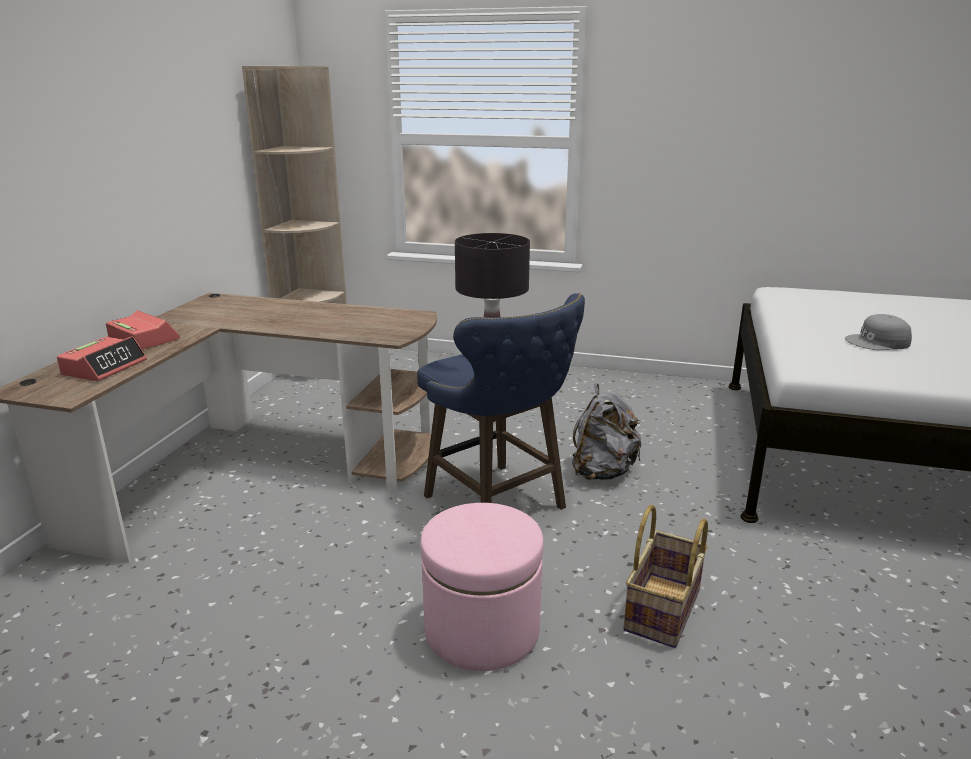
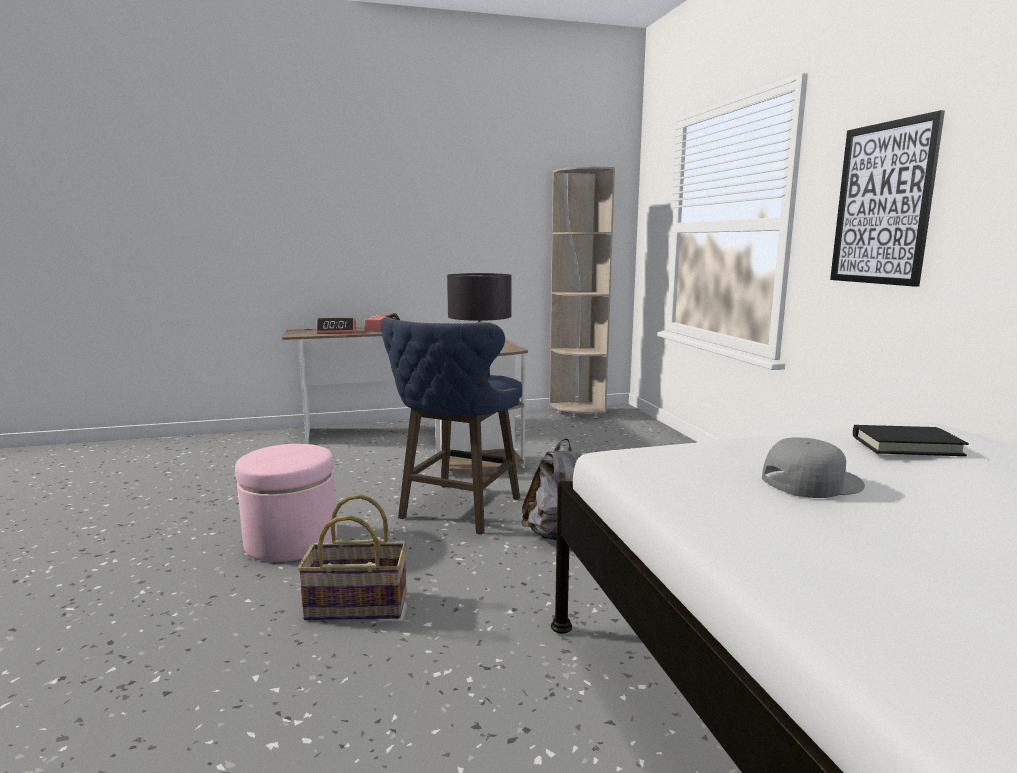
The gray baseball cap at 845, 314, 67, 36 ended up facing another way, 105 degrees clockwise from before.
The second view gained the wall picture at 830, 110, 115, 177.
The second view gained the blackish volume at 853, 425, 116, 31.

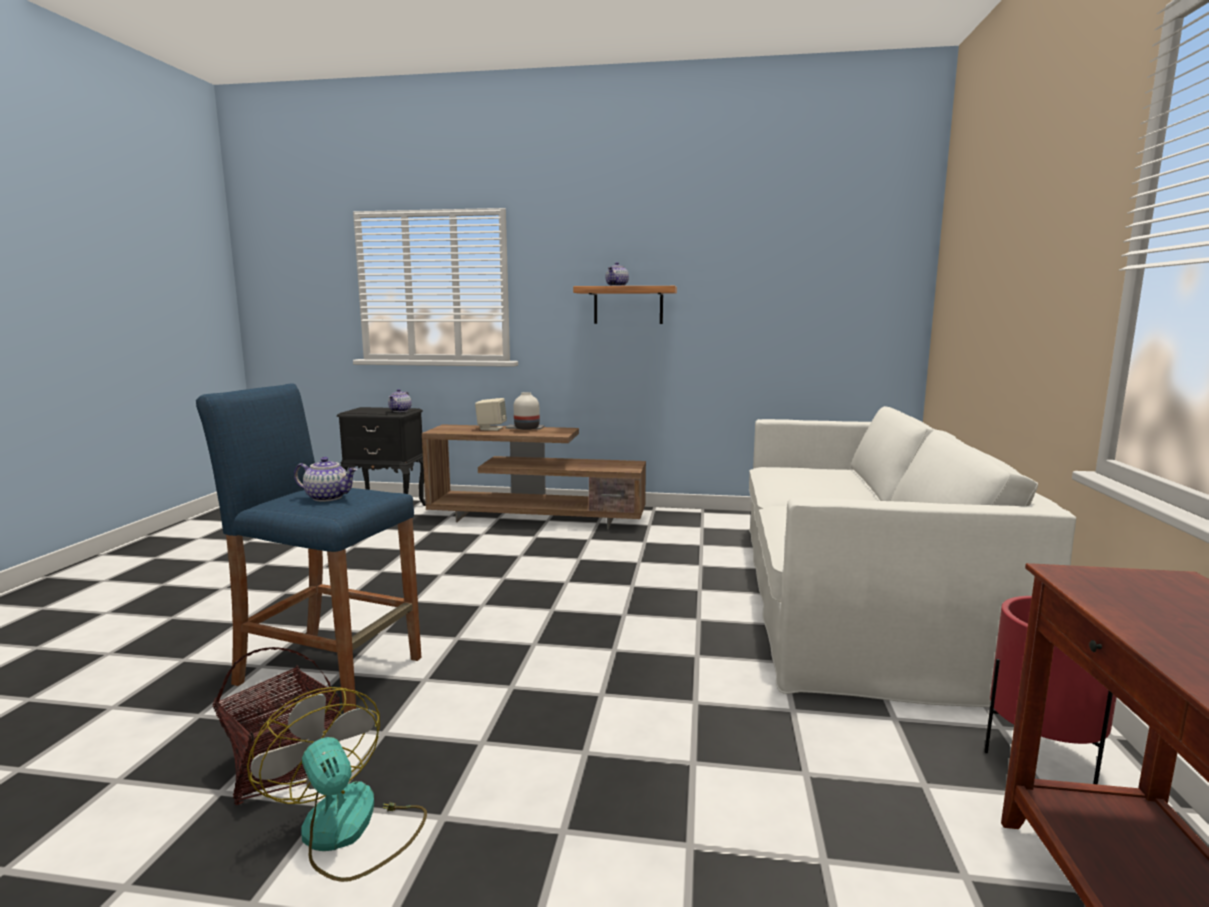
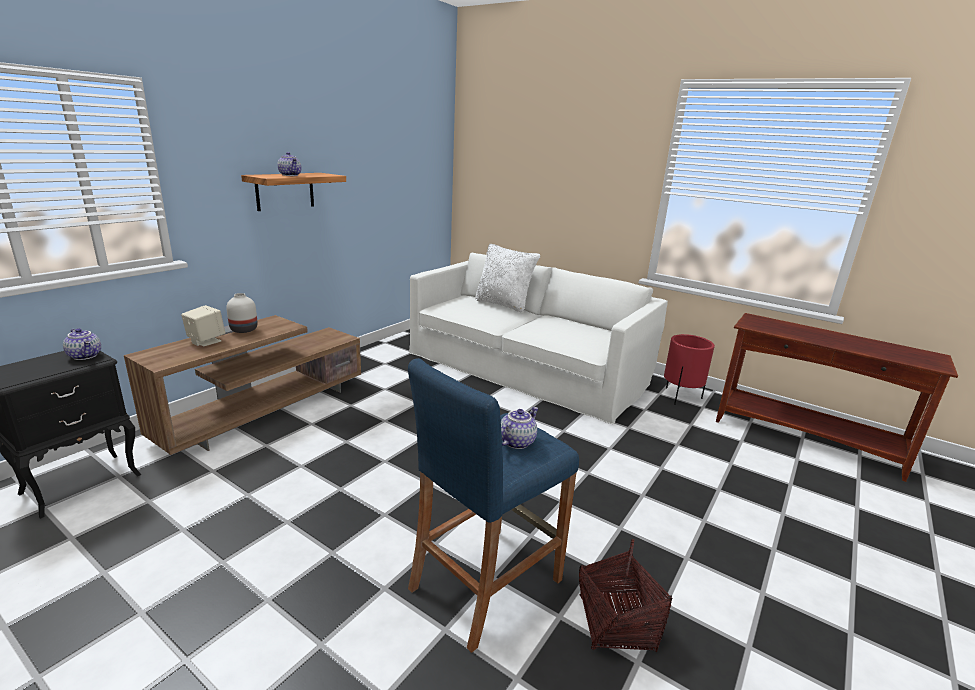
The second view gained the whitish throw pillow at 475, 244, 65, 68.
The second view lost the fan at 247, 687, 180, 195.

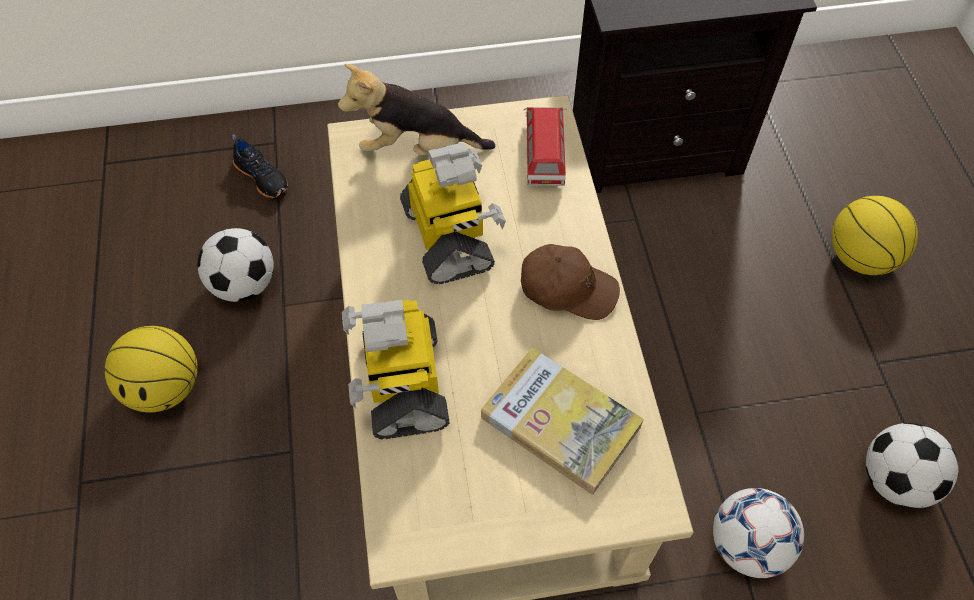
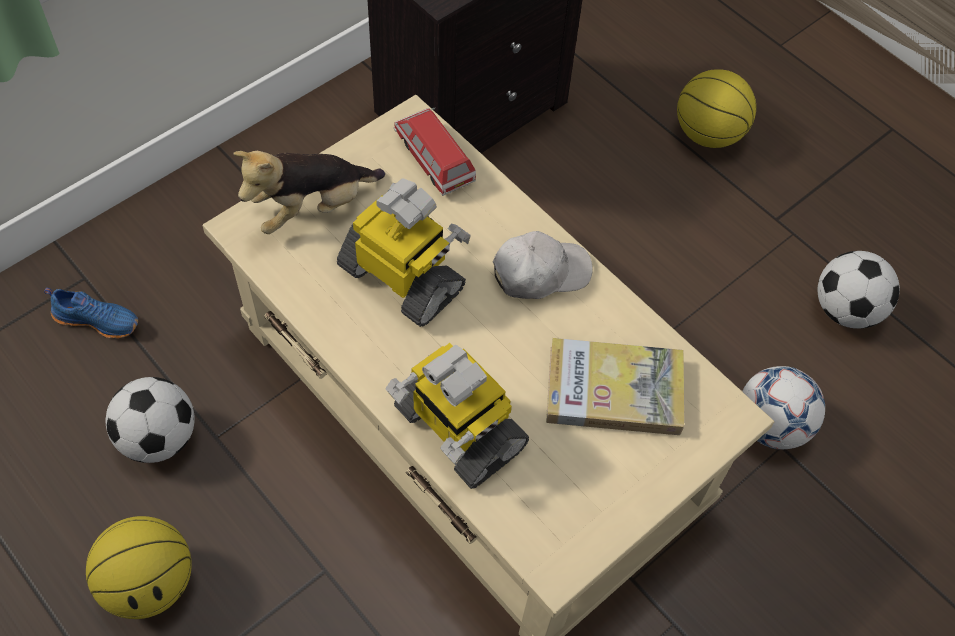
What was the blackish low shoe at 231, 134, 57, 64 turned into the bluish low shoe at 44, 288, 94, 50.
What was the brown-coloured baseball cap at 521, 244, 99, 76 turned into the whitish baseball cap at 493, 231, 100, 68.

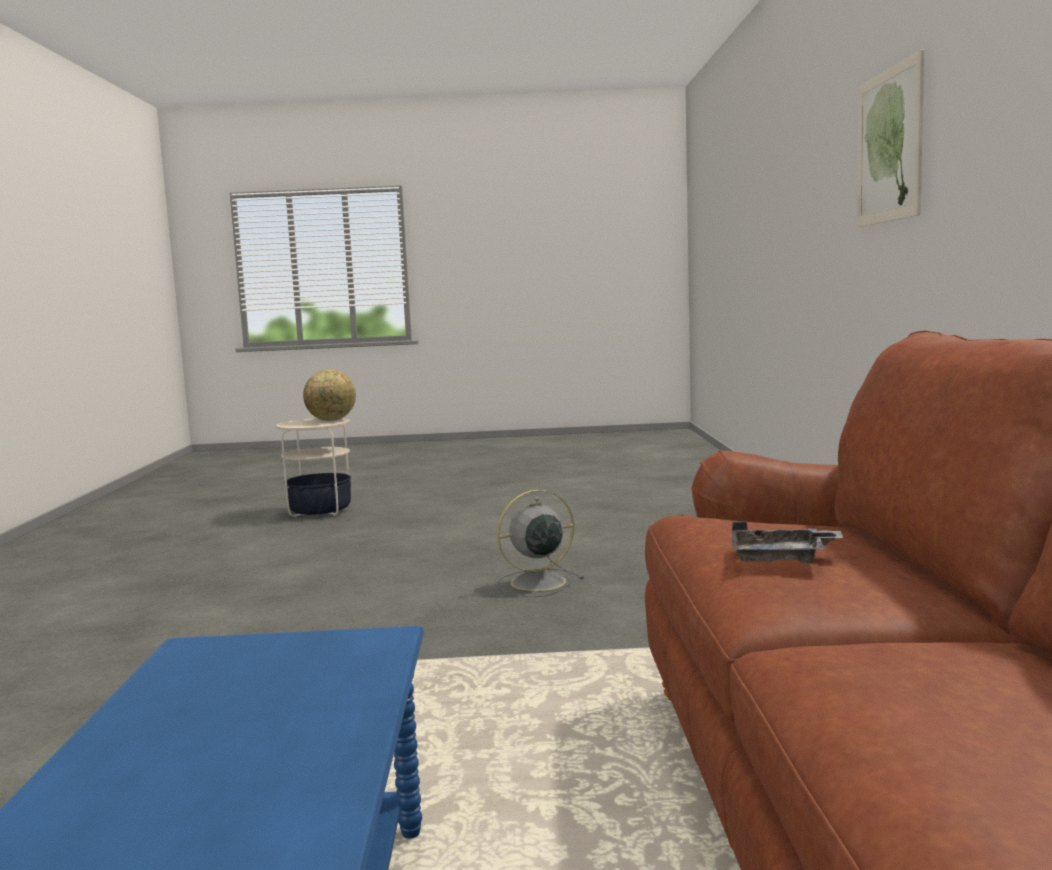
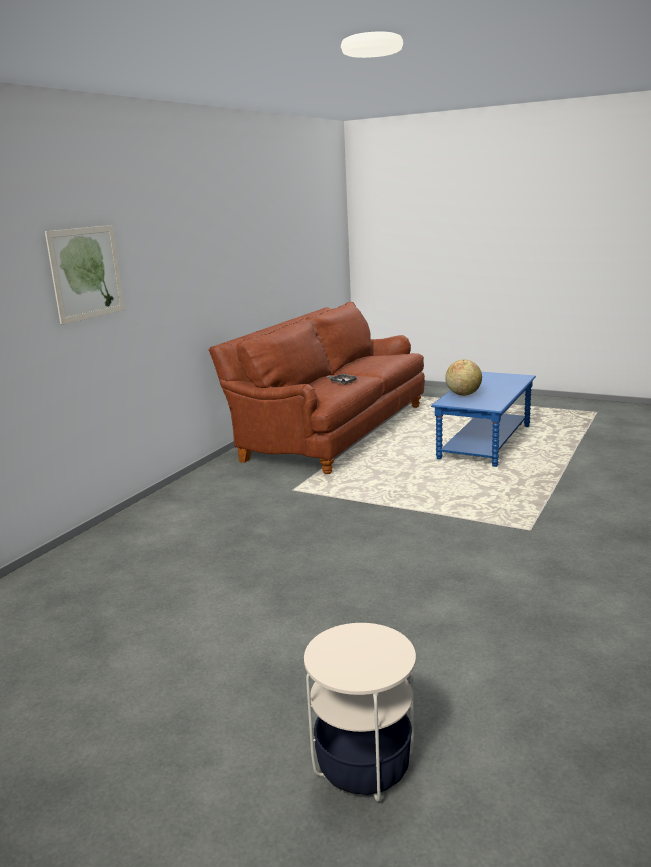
The world globe ended up elsewhere, having gone from 303, 369, 53, 52 to 445, 359, 37, 37.
The second view lost the gray fan at 496, 490, 88, 107.

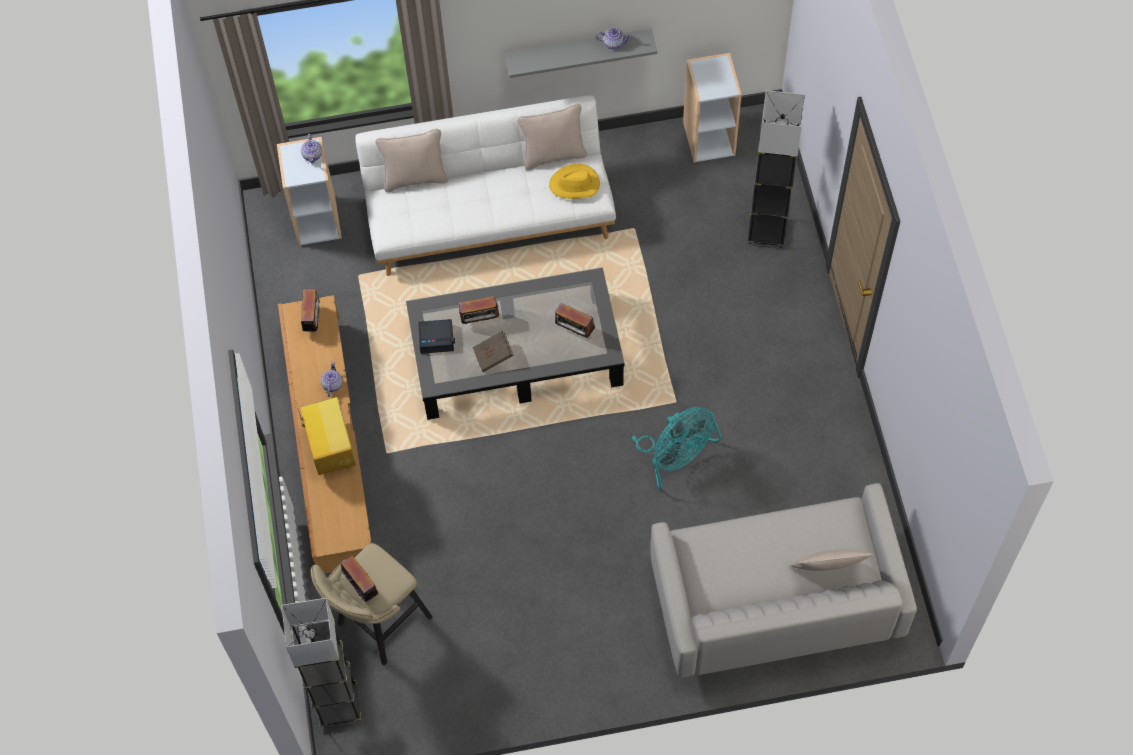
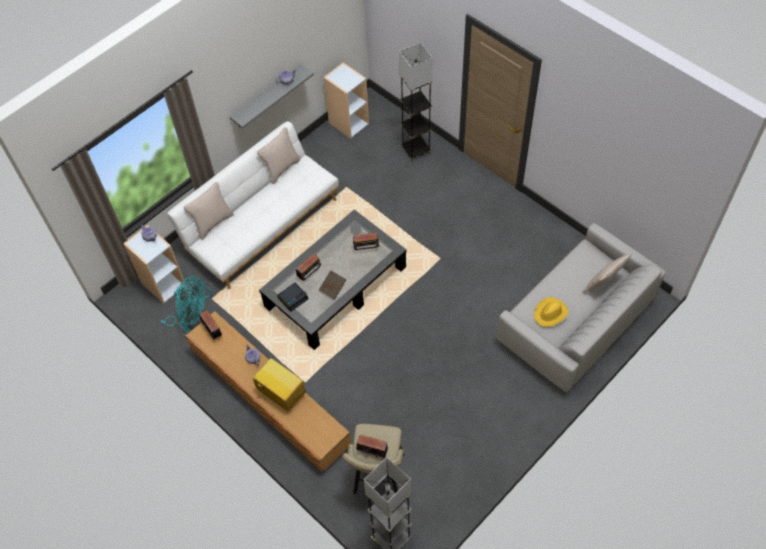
The turquoise-coloured fan ended up elsewhere, having gone from 631, 407, 91, 82 to 160, 276, 52, 58.
The yellow-coloured wearable hat ended up elsewhere, having gone from 549, 164, 51, 35 to 534, 297, 34, 30.

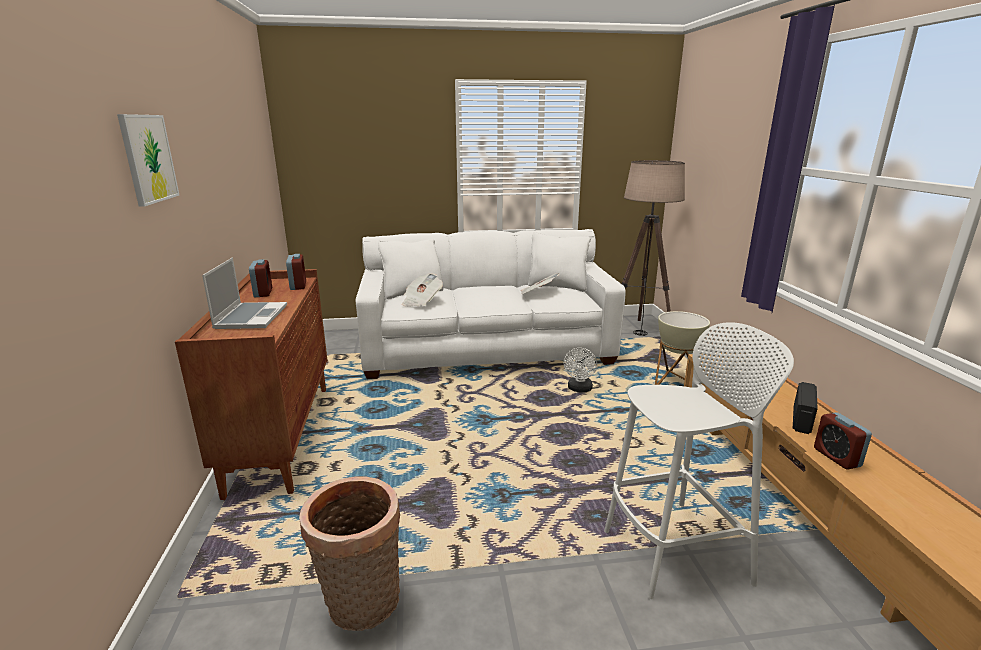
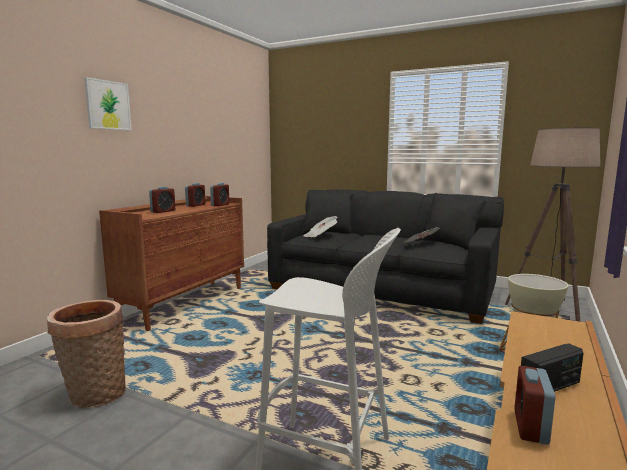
Where the notebook computer stood at 202, 258, 85, 71, the alarm clock came to stand at 149, 186, 26, 27.
What was the whitish settee at 356, 229, 270, 150 turned into the blackish settee at 267, 189, 237, 135.
The second view lost the whitish fan at 564, 348, 33, 44.

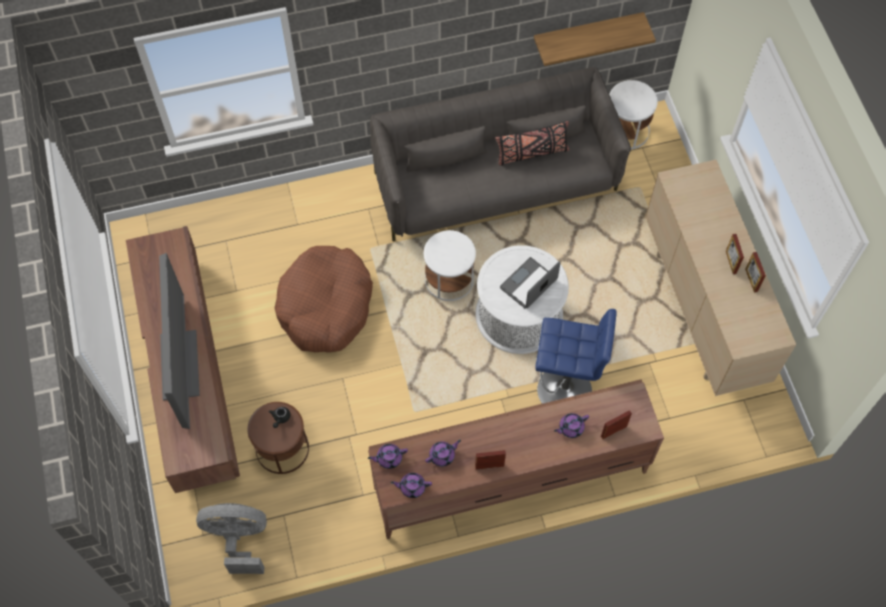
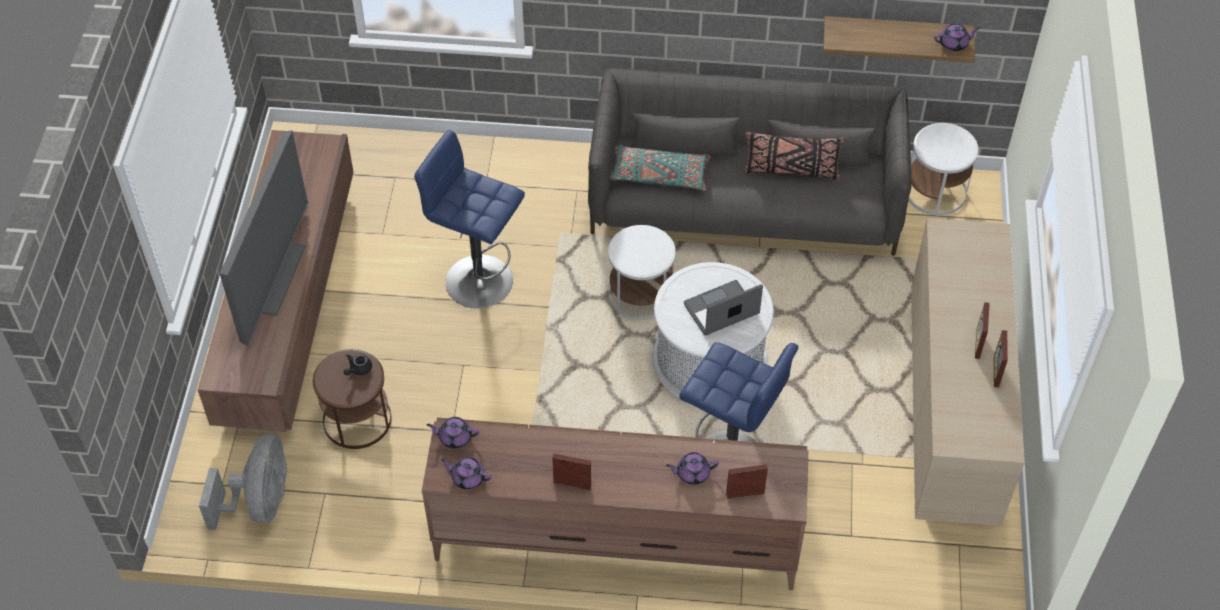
The gray fan at 196, 503, 71, 71 ended up facing another way, 75 degrees clockwise from before.
Where the brown-coloured pet bed stood at 275, 246, 98, 106, the bluish stool came to stand at 414, 130, 111, 178.
The second view gained the turquoise-coloured throw pillow at 610, 145, 101, 46.
The purplish teapot ended up elsewhere, having gone from 425, 440, 36, 26 to 934, 24, 46, 27.

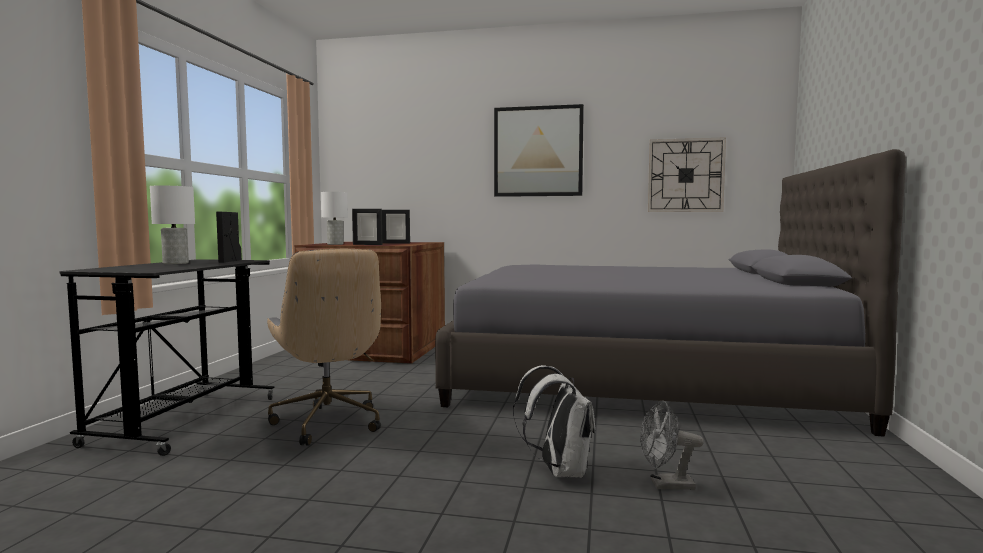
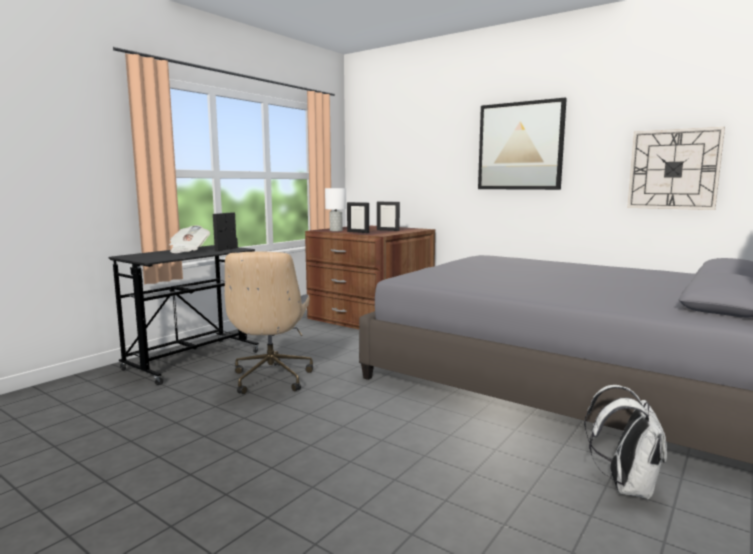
Where the whitish tabletop lamp stood at 150, 186, 45, 78, the printed paper came to stand at 169, 225, 41, 28.
The whitish rucksack ended up elsewhere, having gone from 513, 365, 83, 113 to 584, 385, 83, 115.
The second view lost the gray fan at 640, 401, 64, 89.

